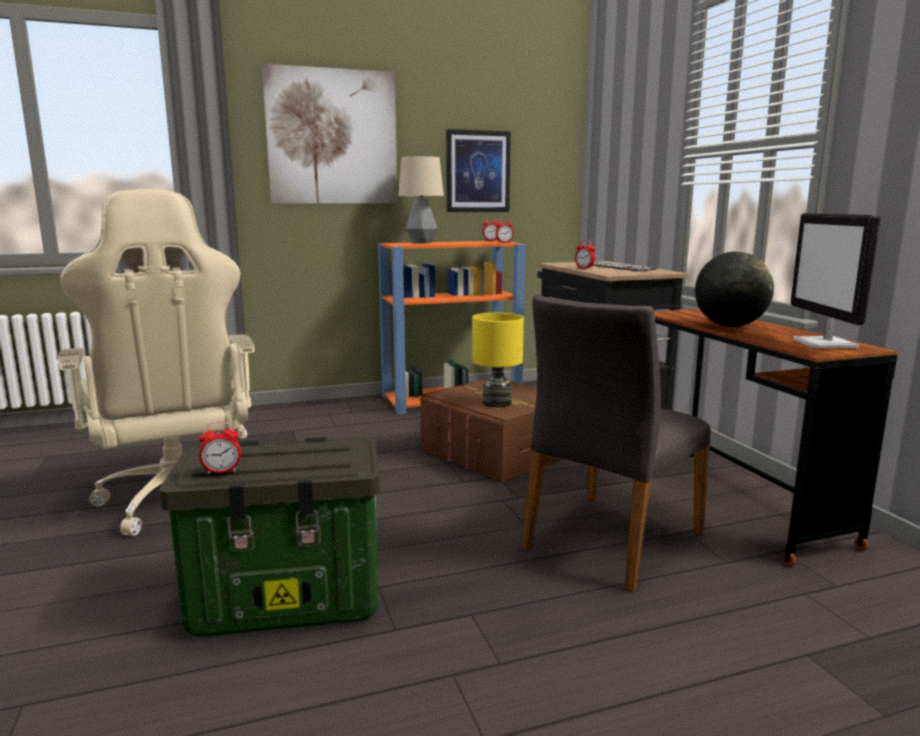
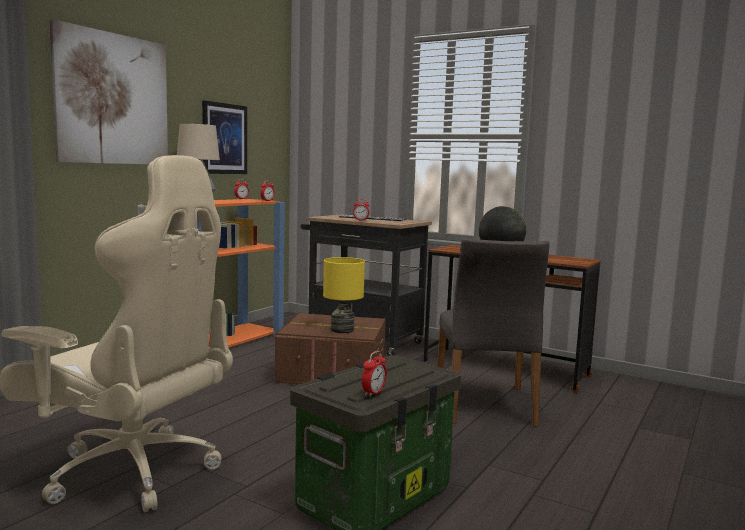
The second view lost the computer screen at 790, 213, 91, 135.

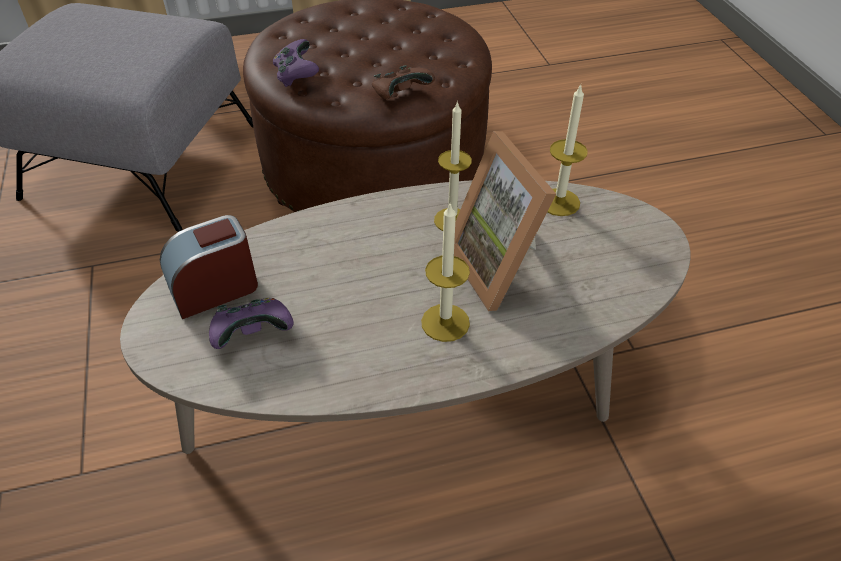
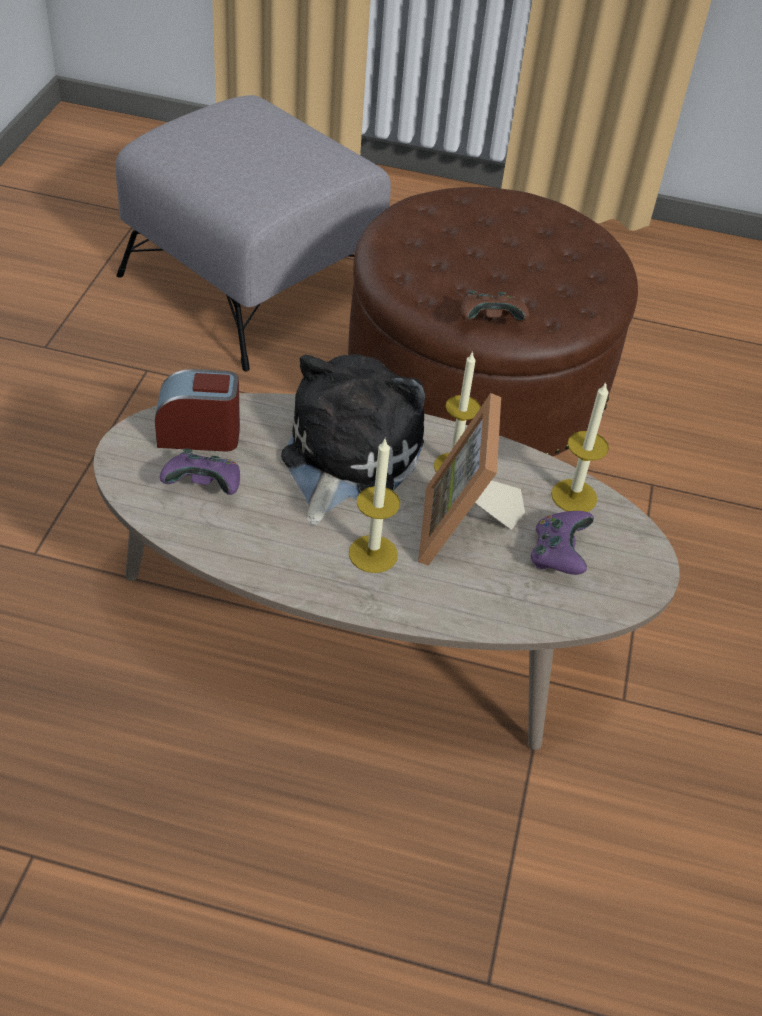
The second view gained the soft toy at 281, 354, 144, 171.
The purplish game controller ended up elsewhere, having gone from 273, 39, 46, 48 to 531, 511, 63, 64.

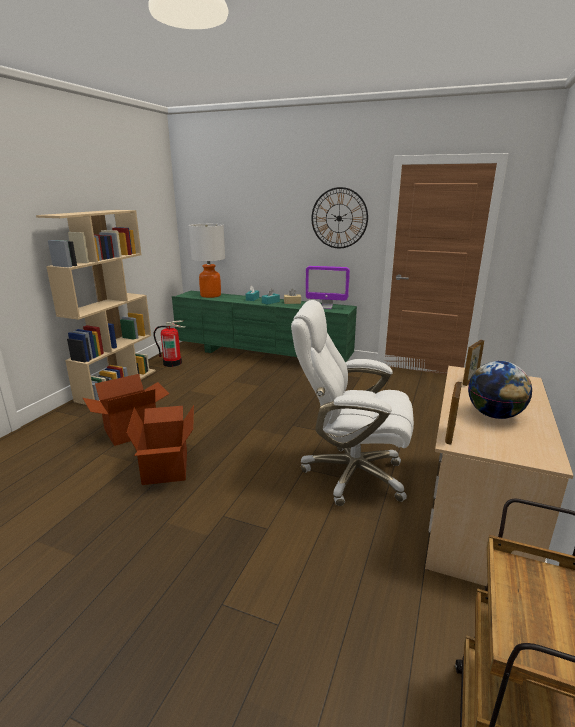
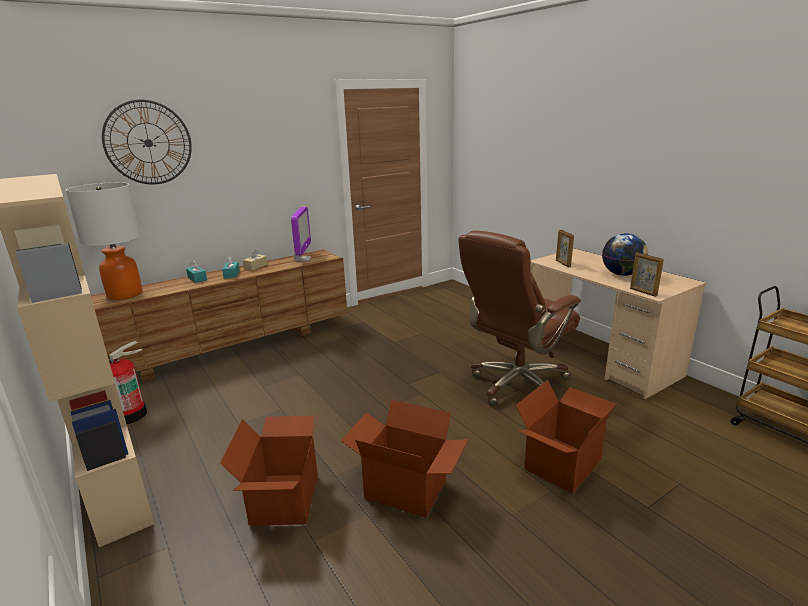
What was the green-coloured storage cabinet at 172, 291, 185, 72 turned into the brown-coloured storage cabinet at 91, 250, 256, 132.
The wall clock ended up elsewhere, having gone from 311, 187, 57, 61 to 102, 100, 90, 84.
The computer screen at 305, 266, 45, 43 ended up facing another way, 45 degrees counterclockwise from before.
What was the whitish computer chair at 291, 300, 123, 206 turned into the brown-coloured computer chair at 459, 231, 122, 174.
The second view gained the cardboard box at 516, 380, 102, 113.

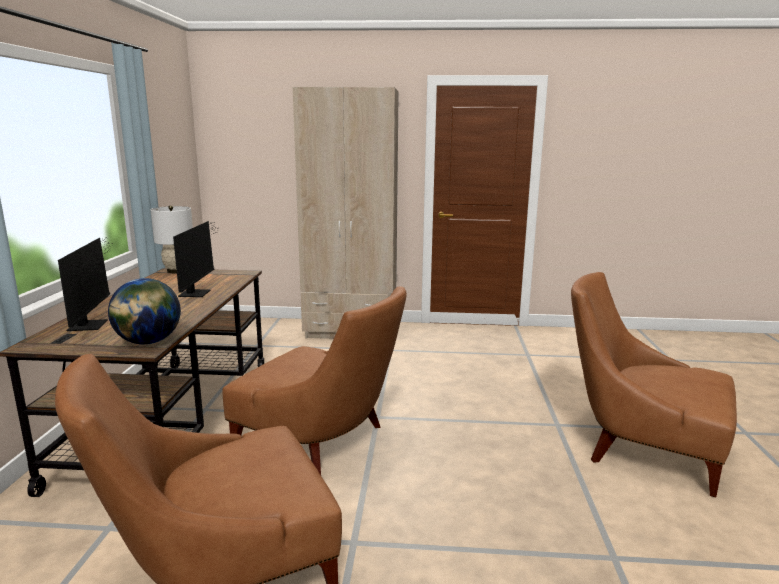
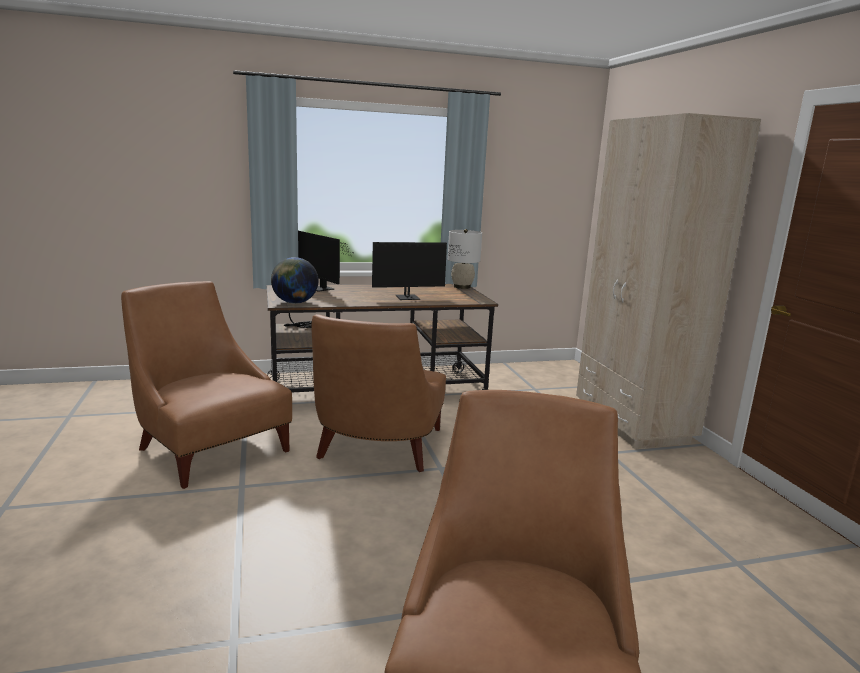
The computer screen at 58, 237, 55, 94 ended up facing another way, 75 degrees clockwise from before.

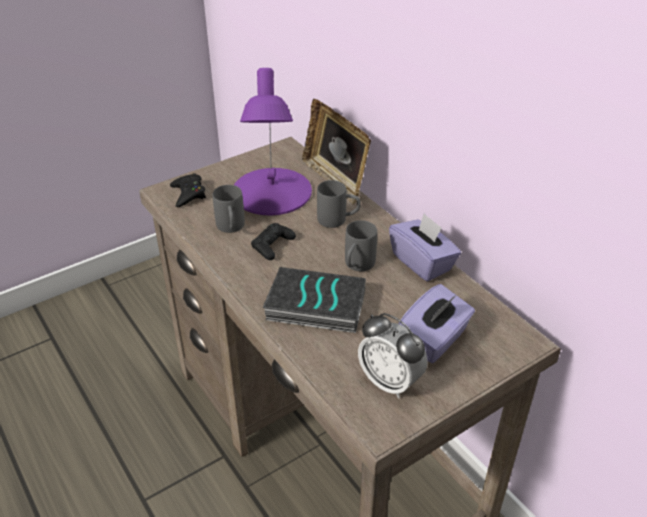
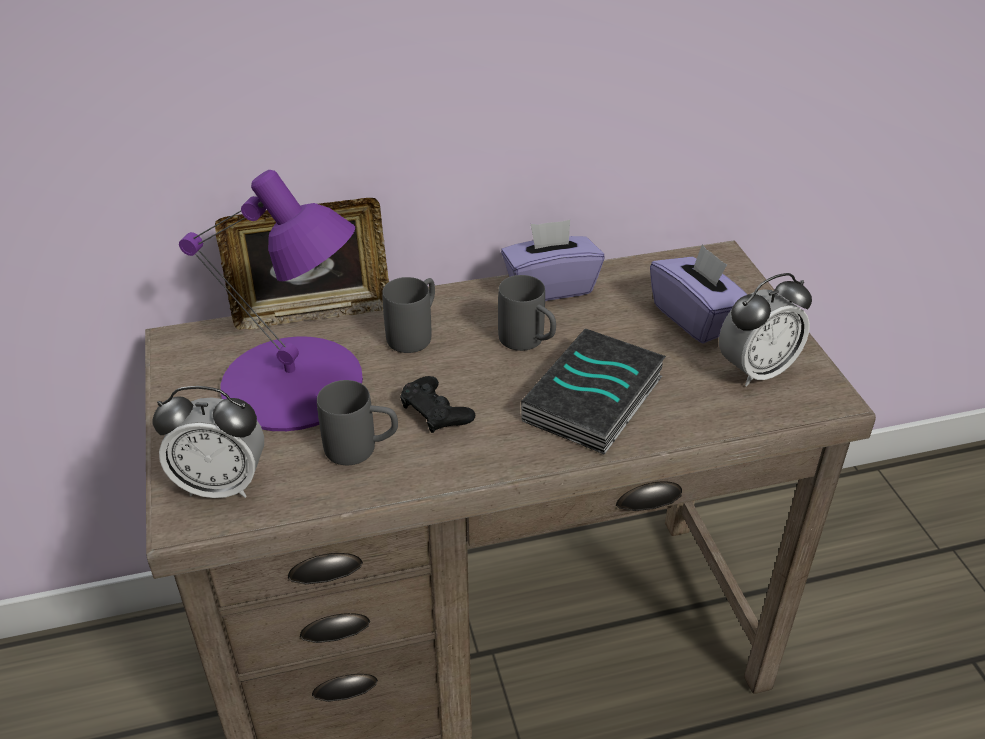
Where the blackish game controller stood at 170, 173, 36, 34, the alarm clock came to stand at 152, 386, 112, 112.

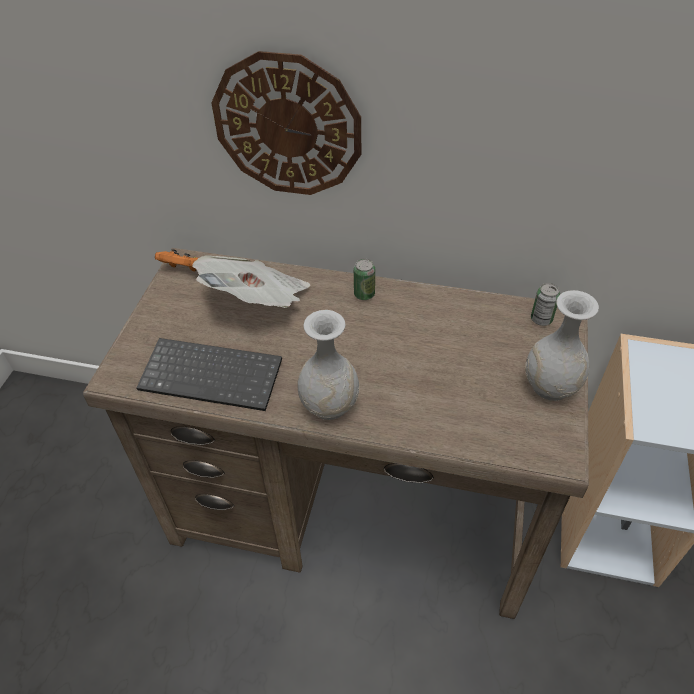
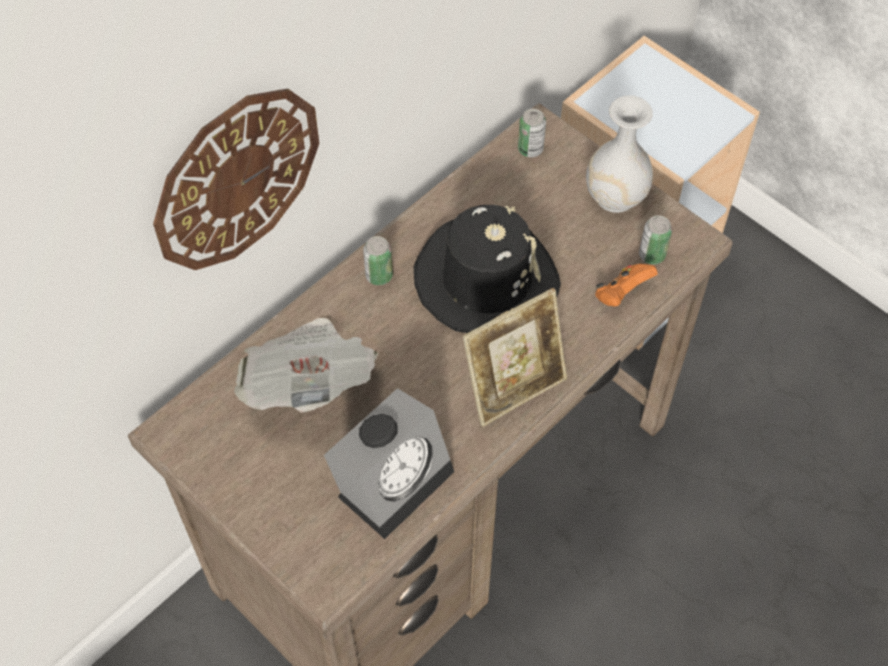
Where the computer keyboard stood at 136, 338, 146, 73, the alarm clock came to stand at 324, 388, 130, 151.
The second view gained the blackish wearable hat at 414, 205, 147, 128.
Where the whitish vase stood at 297, 310, 62, 110, the photo frame came to stand at 462, 288, 105, 139.
The orange game controller ended up elsewhere, having gone from 155, 249, 45, 23 to 595, 264, 62, 43.
The second view gained the can at 639, 215, 33, 49.

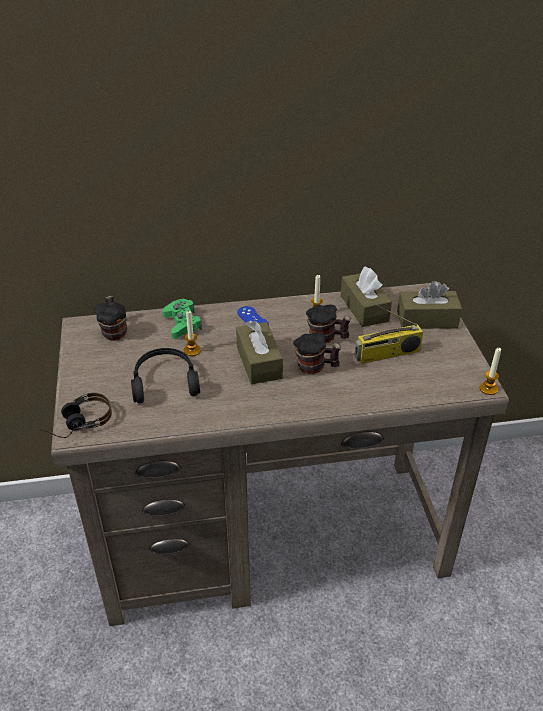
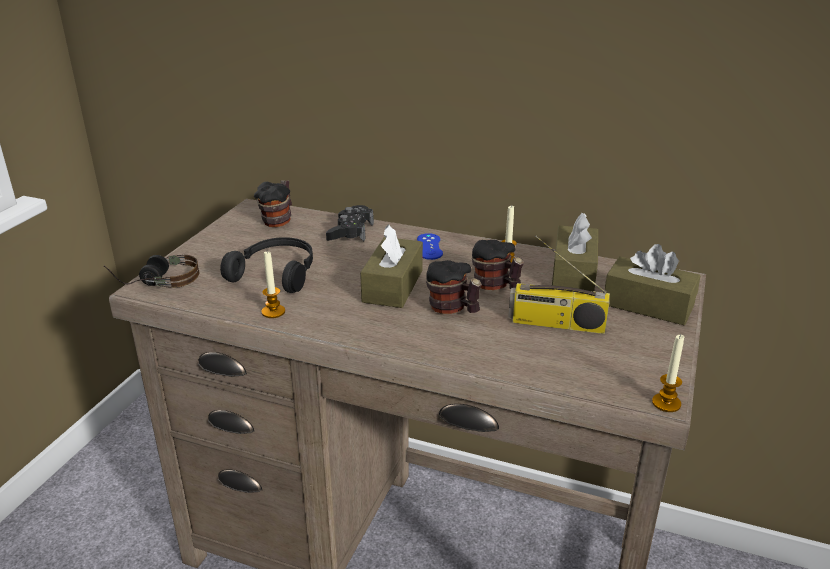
The wax light ended up elsewhere, having gone from 184, 310, 17, 46 to 262, 252, 23, 66.
What was the green-coloured game controller at 163, 299, 39, 40 turned into the blackish game controller at 326, 205, 48, 37.

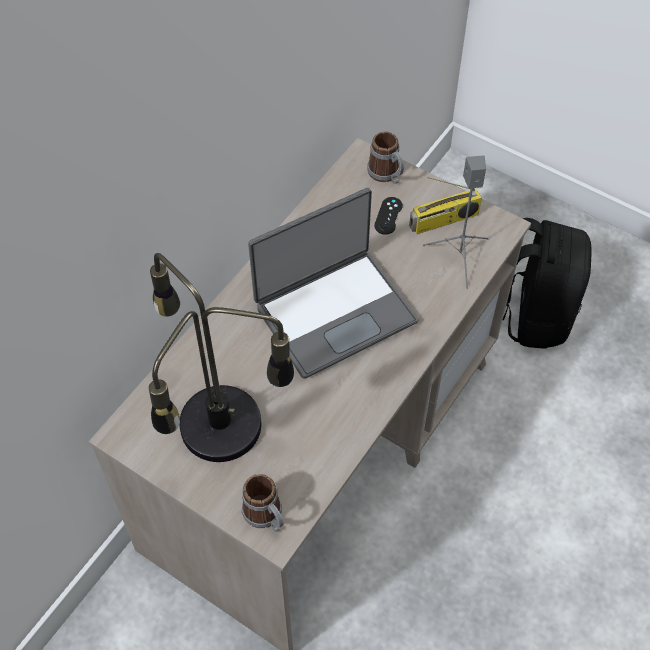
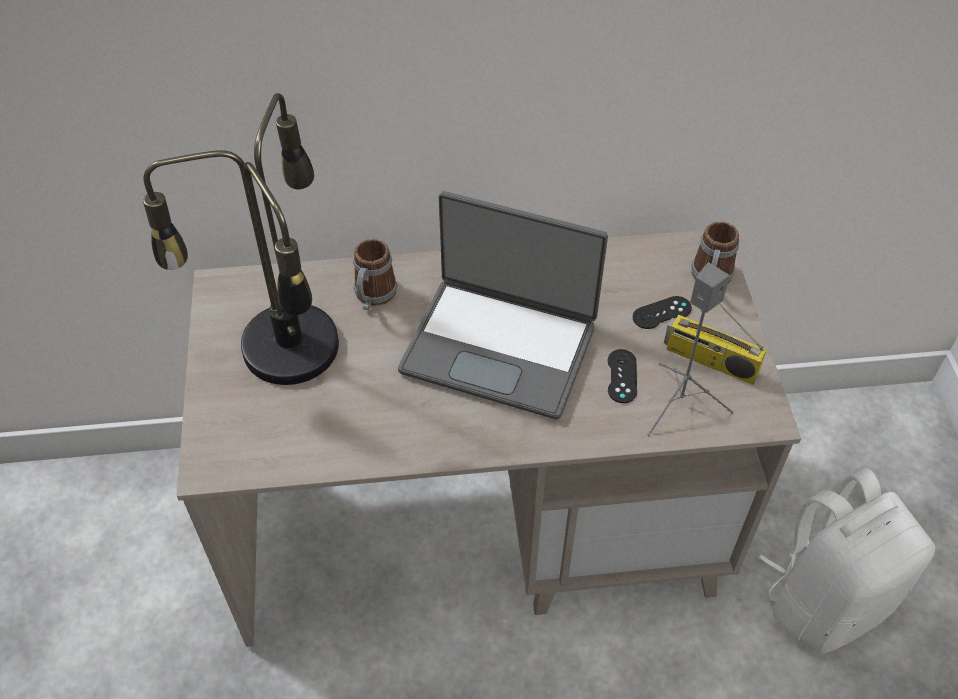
The coffee mug ended up elsewhere, having gone from 242, 474, 42, 58 to 353, 239, 44, 71.
The second view gained the blackish game controller at 608, 349, 29, 54.
What was the blackish rucksack at 503, 218, 89, 131 turned into the whitish rucksack at 759, 468, 176, 185.

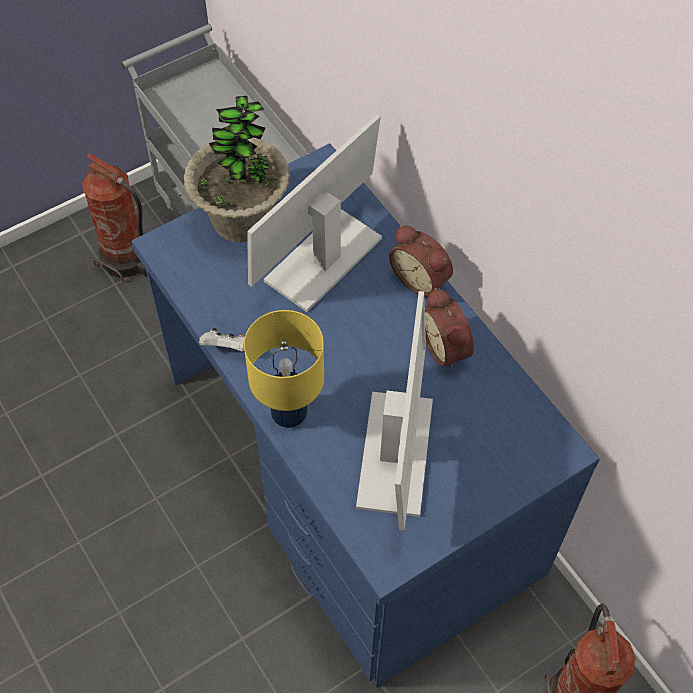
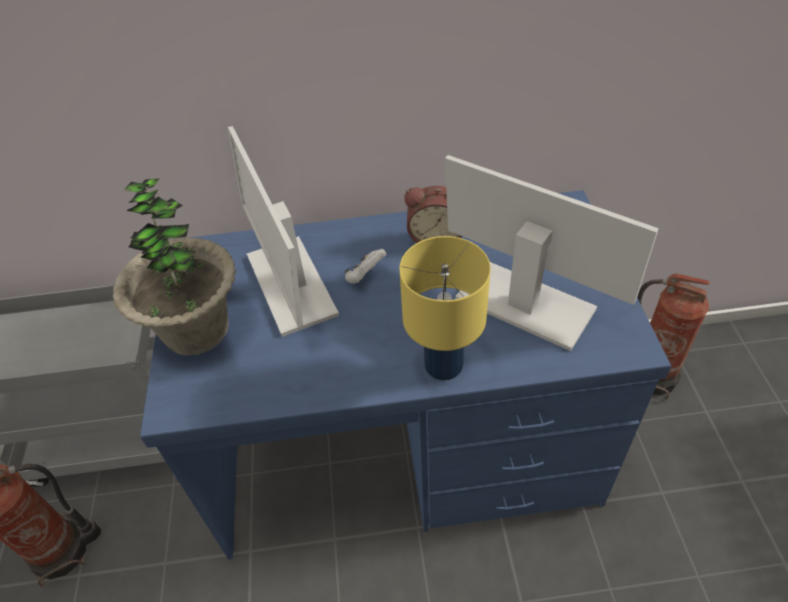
The whitish game controller ended up elsewhere, having gone from 199, 328, 46, 24 to 344, 249, 43, 35.
The second view lost the alarm clock at 389, 225, 64, 72.

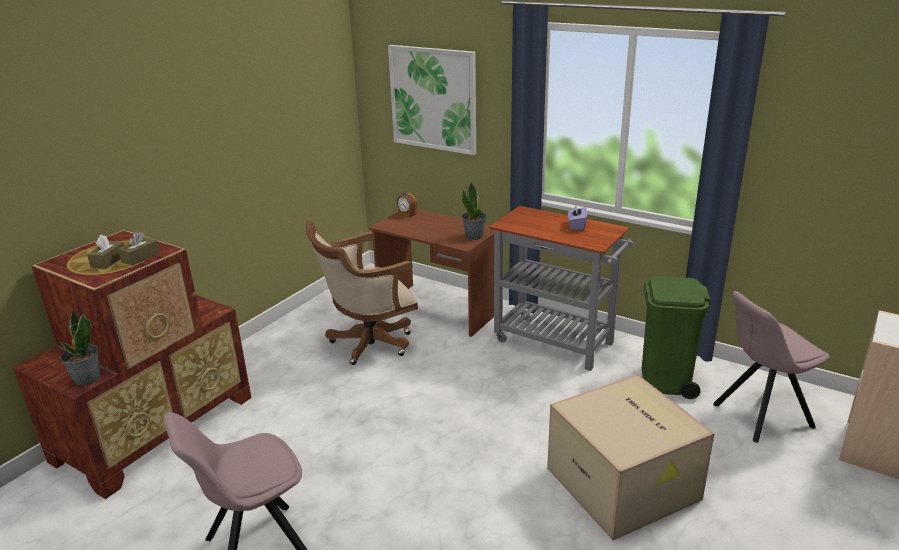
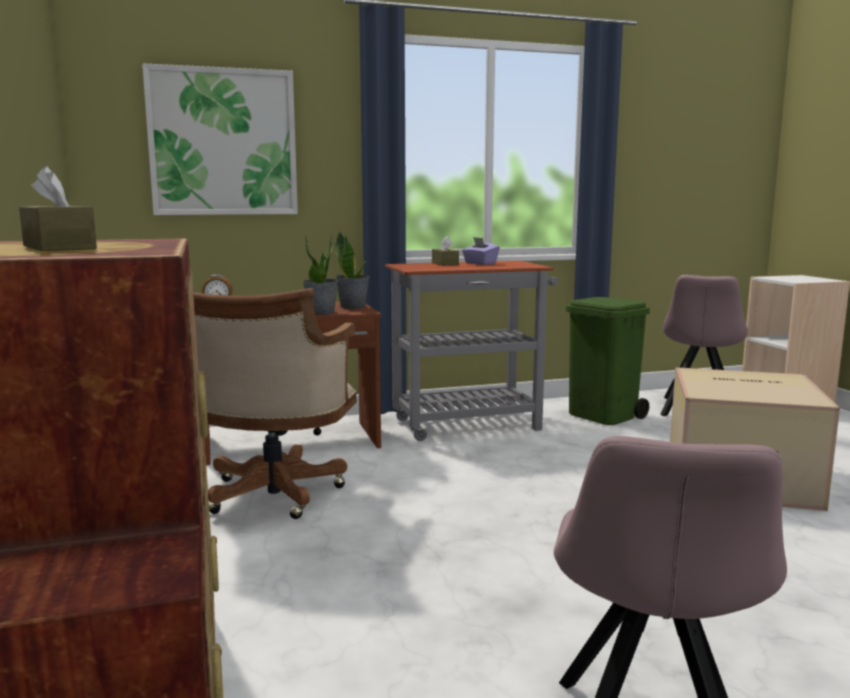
The potted plant ended up elsewhere, having gone from 60, 309, 41, 77 to 302, 233, 37, 82.
The brown-coloured tissue box ended up elsewhere, having gone from 118, 232, 42, 34 to 432, 236, 27, 30.

